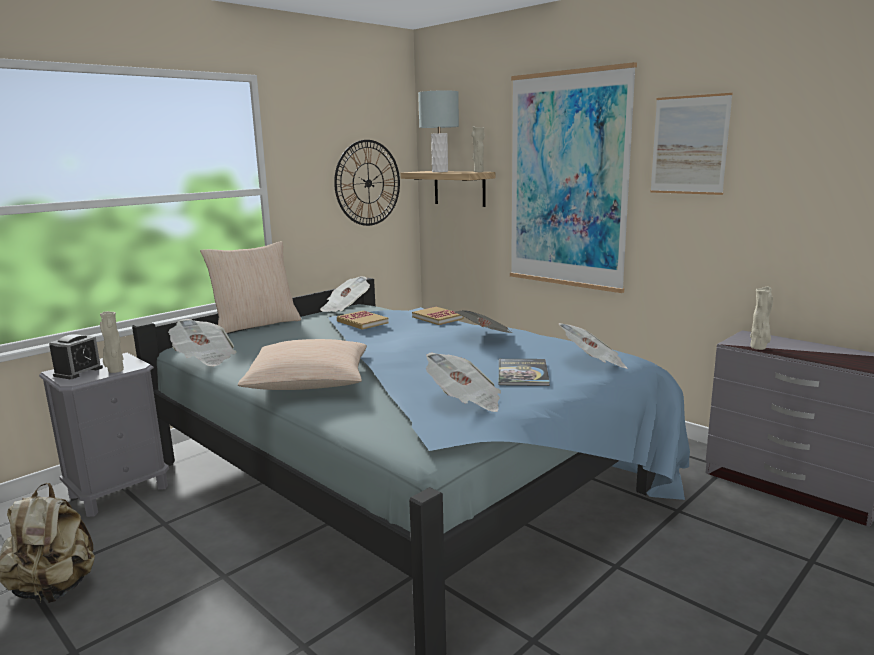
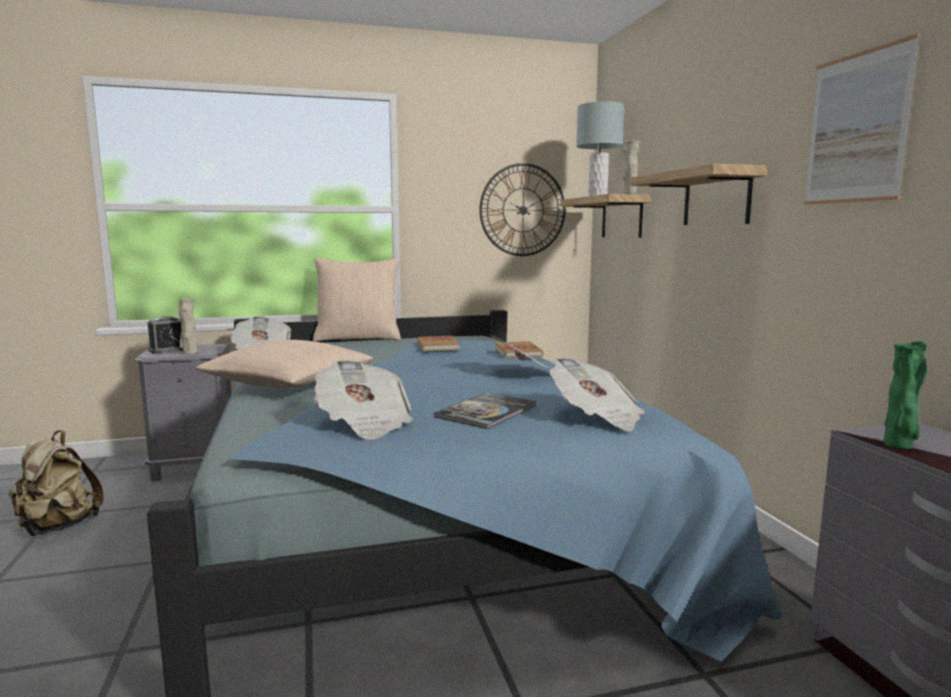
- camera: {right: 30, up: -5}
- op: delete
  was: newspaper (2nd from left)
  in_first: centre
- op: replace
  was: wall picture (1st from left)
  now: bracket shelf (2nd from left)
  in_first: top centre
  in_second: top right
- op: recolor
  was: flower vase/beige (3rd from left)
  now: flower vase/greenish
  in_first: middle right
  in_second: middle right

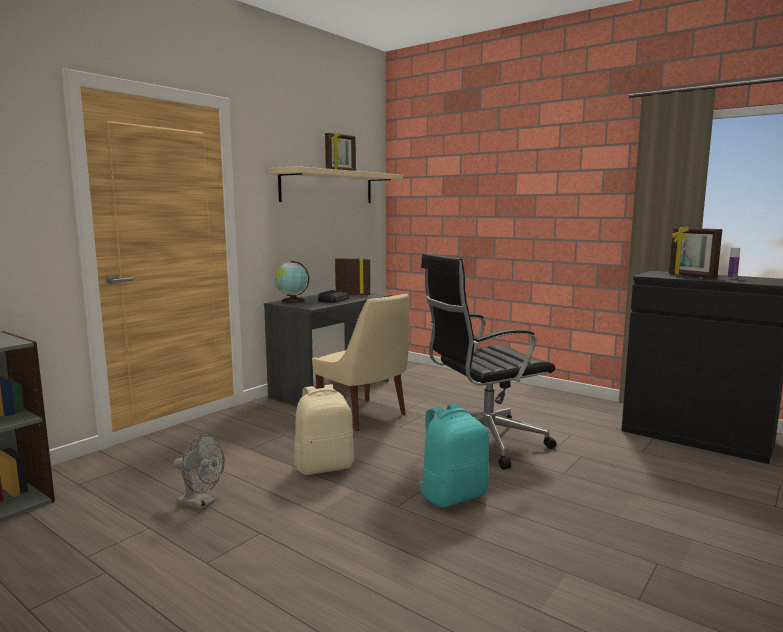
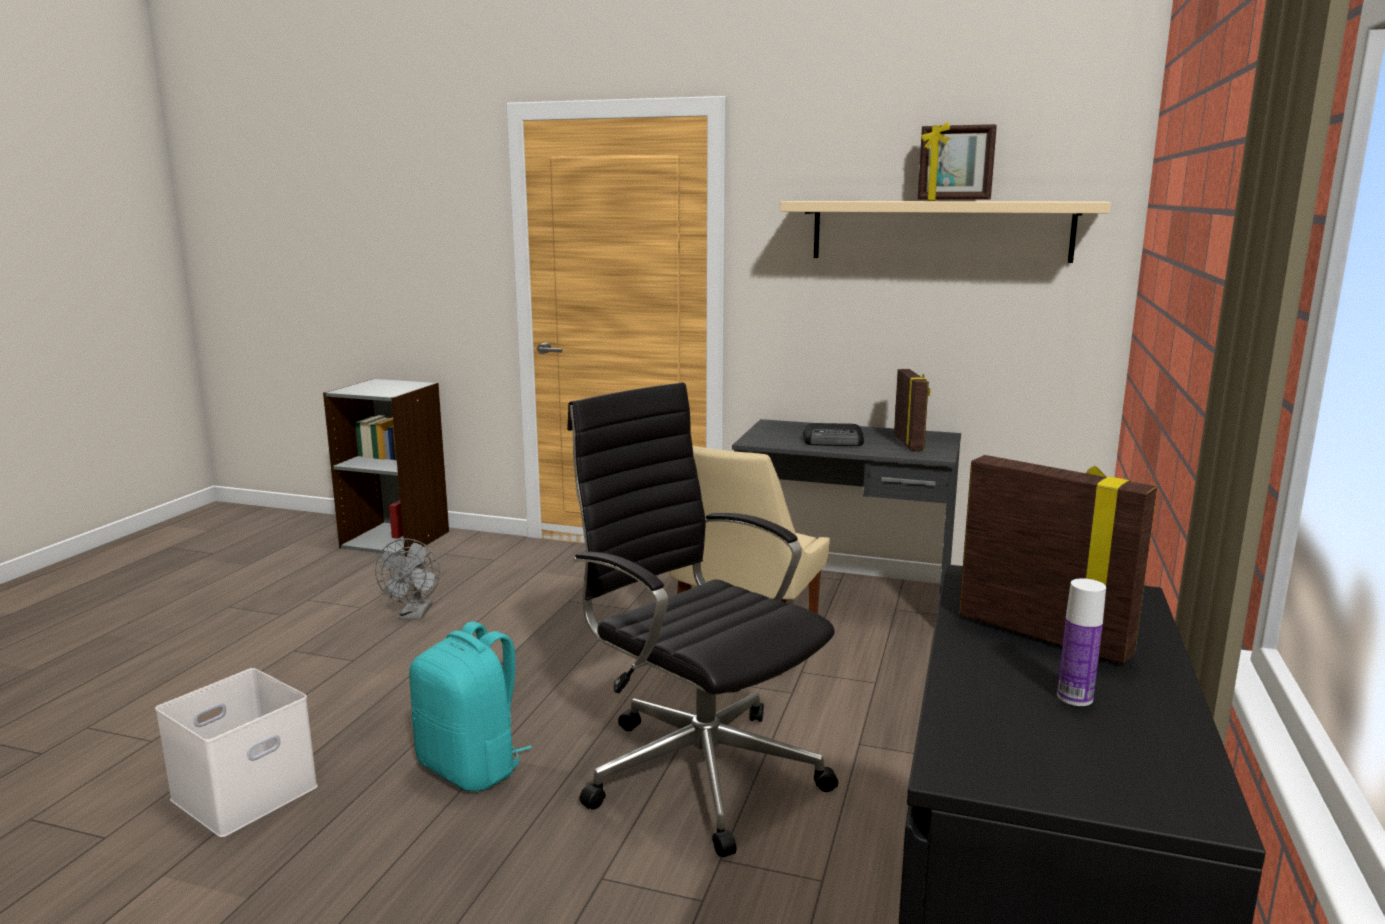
- camera: {right: 70, up: 5}
- op: delete
  was: desk globe
  in_first: centre
- op: delete
  was: knapsack/beige
  in_first: bottom centre
- op: insert
  now: storage container/white
  in_second: bottom left
- op: rotate
  was: picture frame (3rd from left)
  in_first: middle right
  in_second: middle right
  clockwise: 90

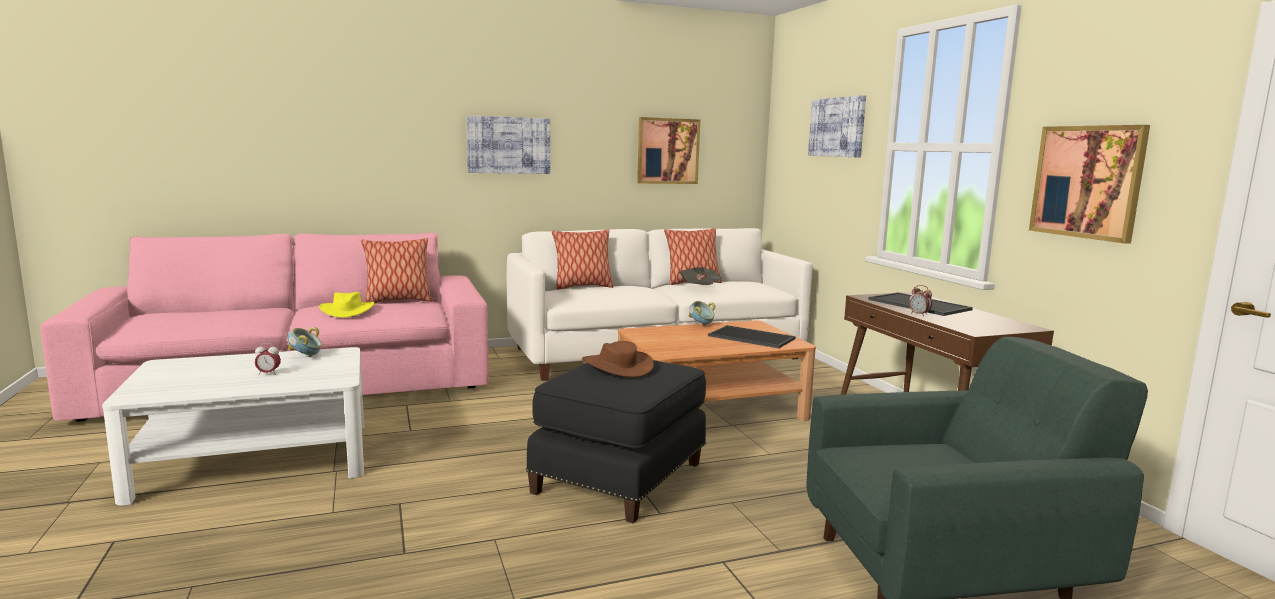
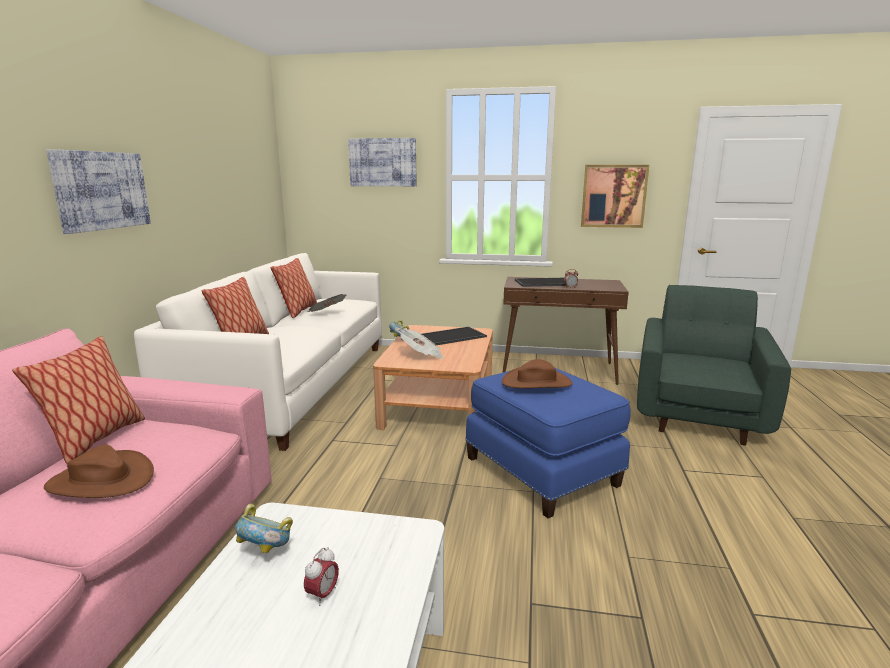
- camera: {right: -60, up: 5}
- op: delete
  was: wall picture (2nd from left)
  in_first: top centre
- op: insert
  now: newspaper (2nd from left)
  in_second: centre
- op: recolor
  was: wearable hat/yellow-coloured
  now: wearable hat/brown-coloured (1st from left)
  in_first: middle left
  in_second: bottom left
- op: recolor
  was: pouffe/blackish
  now: pouffe/blue-coloured
  in_first: bottom centre
  in_second: centre

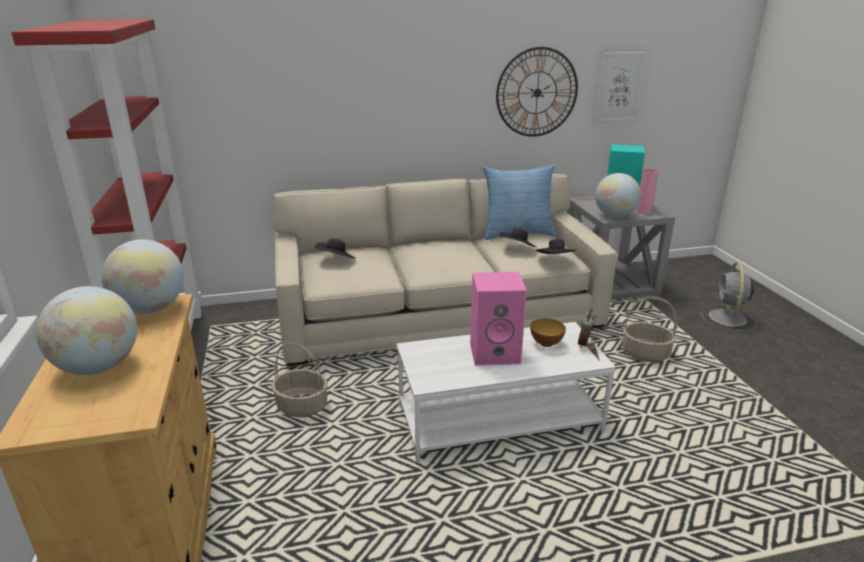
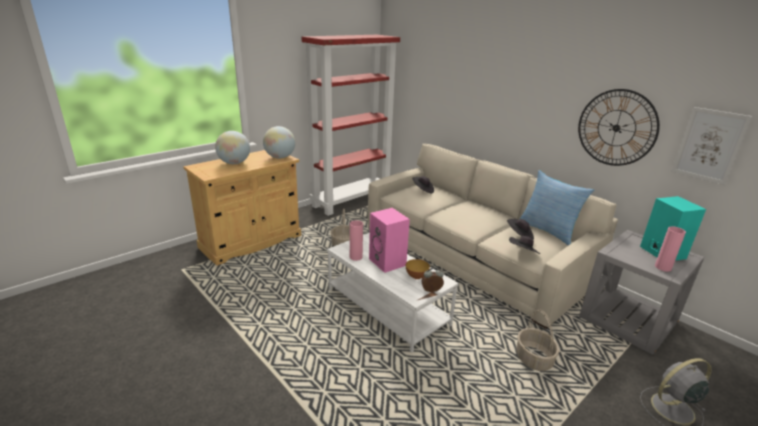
- camera: {right: 60, up: 0}
- op: delete
  was: desk globe (3rd from left)
  in_first: middle right
- op: insert
  now: flower vase/pinkish (1st from left)
  in_second: centre

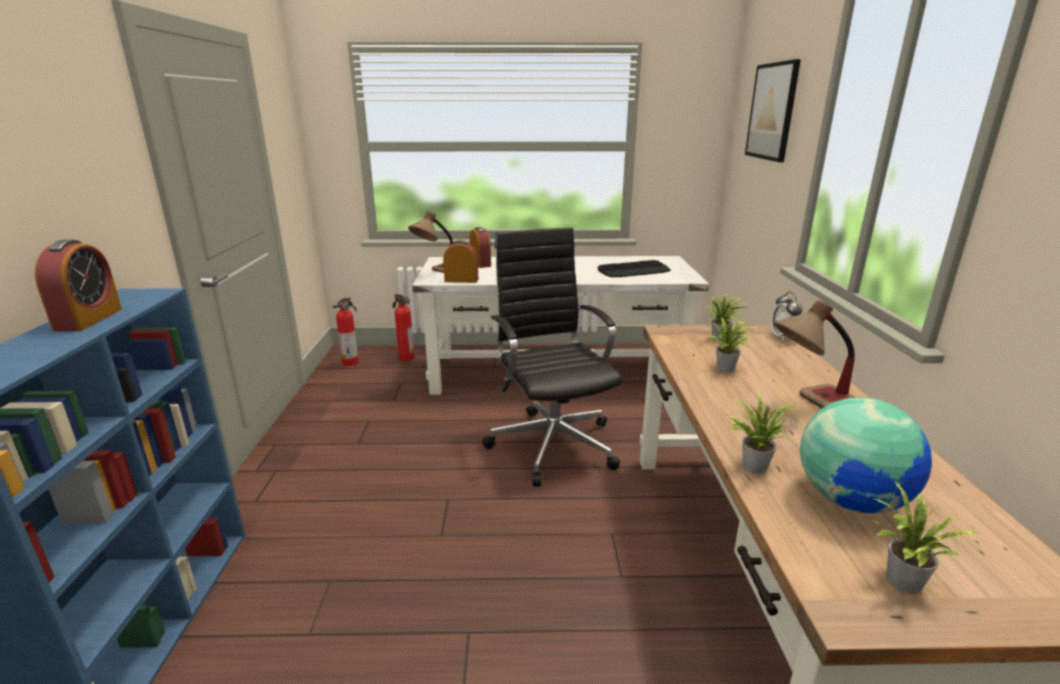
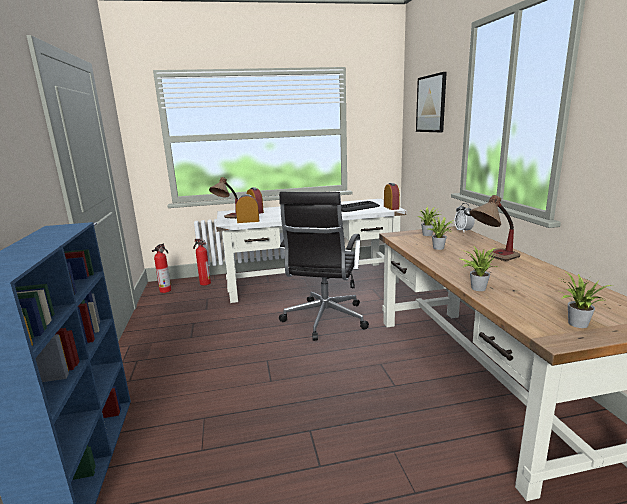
- camera: {right: -10, up: -5}
- op: delete
  was: desk globe
  in_first: middle right
- op: move
  was: table clock (1st from left in the first image)
  now: table clock (3rd from left)
  in_first: middle left
  in_second: centre
- op: rotate
  was: desk chair/blackish
  in_first: centre
  in_second: centre
  clockwise: -135

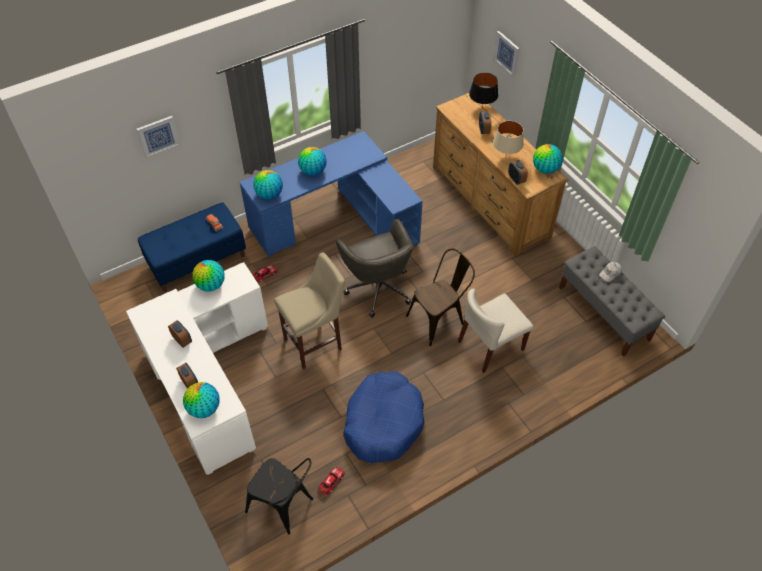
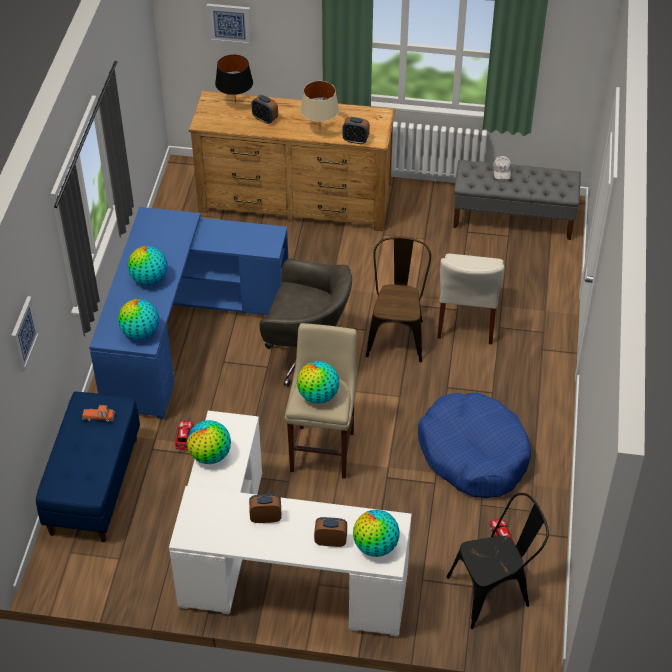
- camera: {right: -50, up: -5}
- op: move
  was: desk globe (5th from left in the first image)
  now: desk globe (4th from left)
  in_first: top right
  in_second: centre

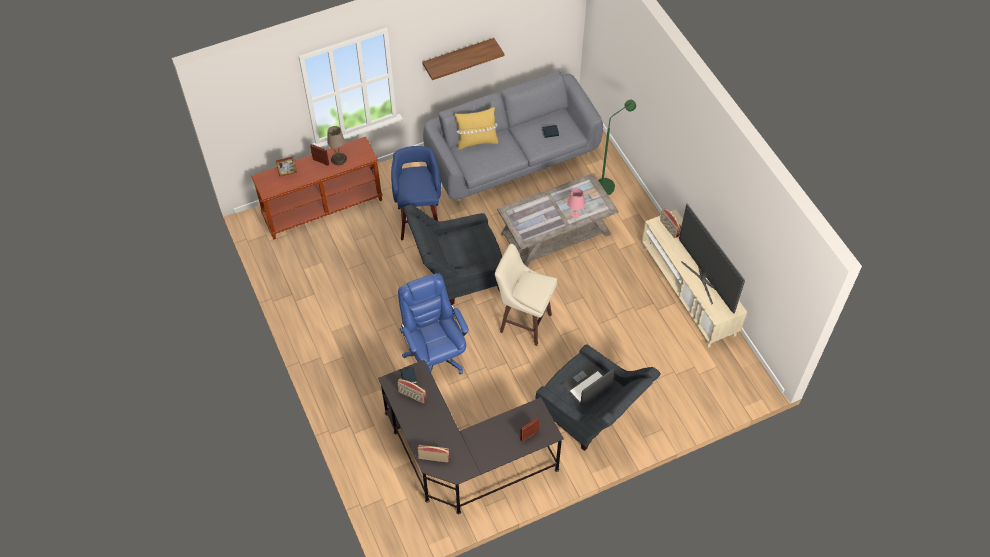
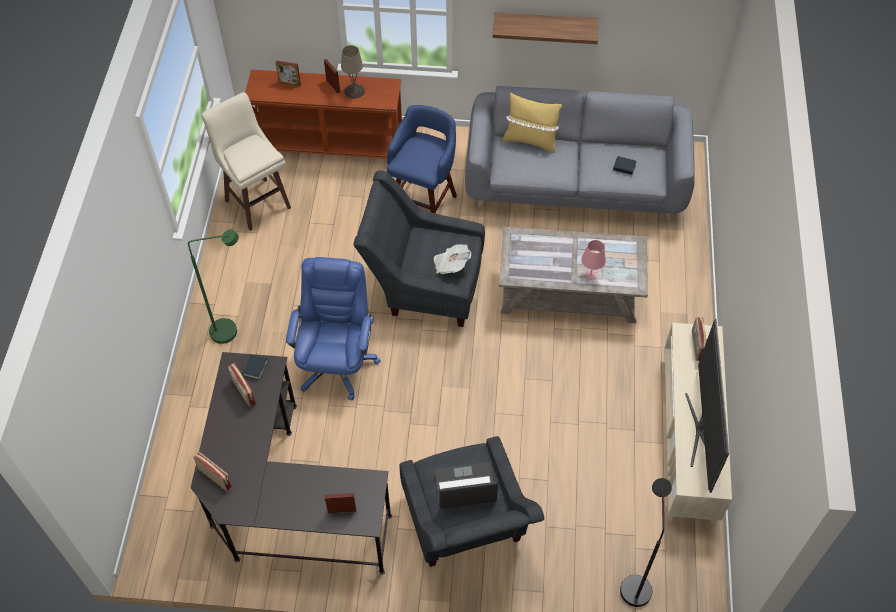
- camera: {right: 30, up: 0}
- op: insert
  now: newspaper
  in_second: centre
- op: insert
  now: standard lamp/blackish
  in_second: bottom right
- op: move
  was: sitting stool/beige
  in_first: centre
  in_second: top left
- op: move
  was: standard lamp/greenish
  in_first: top centre
  in_second: middle left

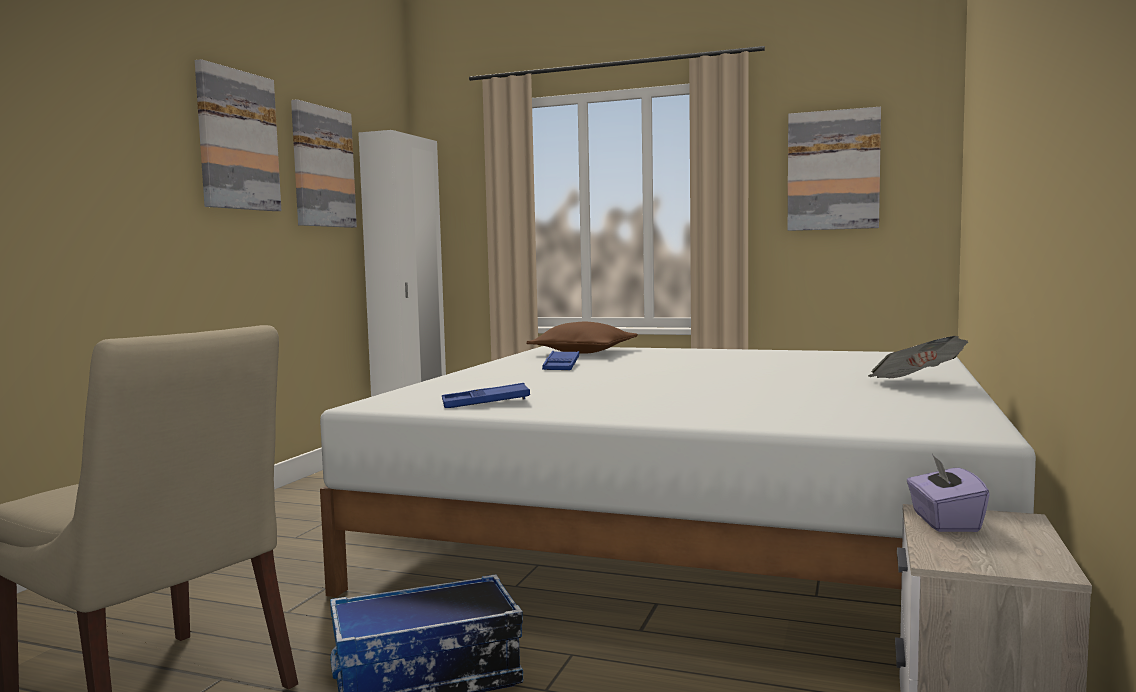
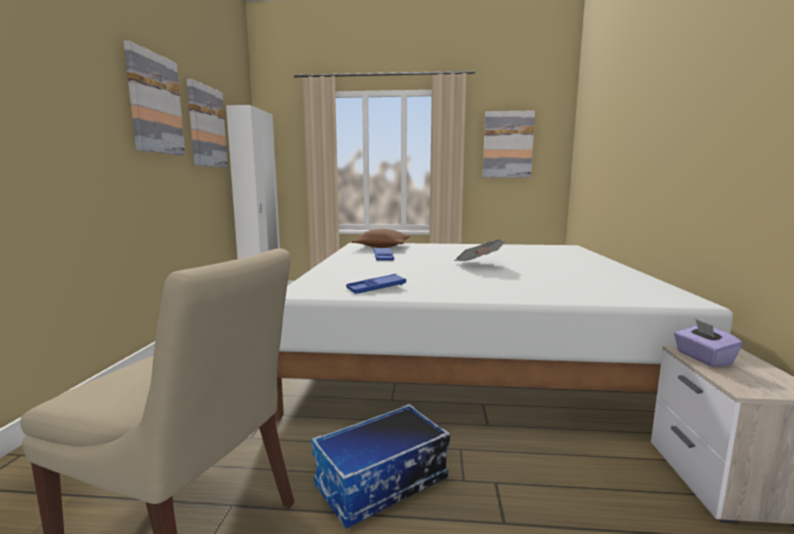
- camera: {right: -15, up: 5}
- op: move
  was: newspaper
  in_first: middle right
  in_second: centre

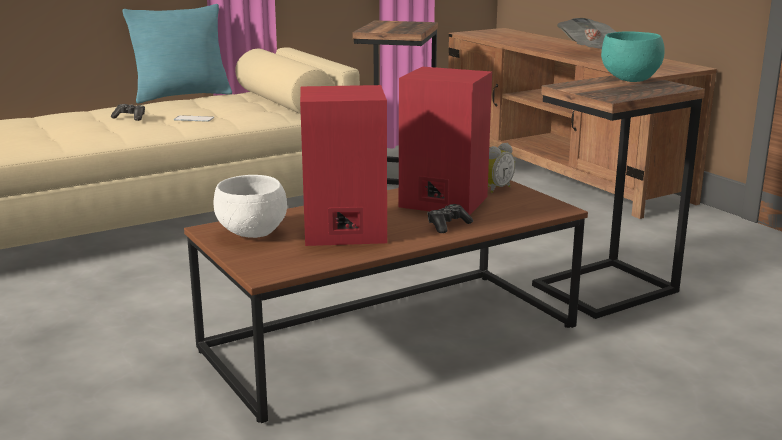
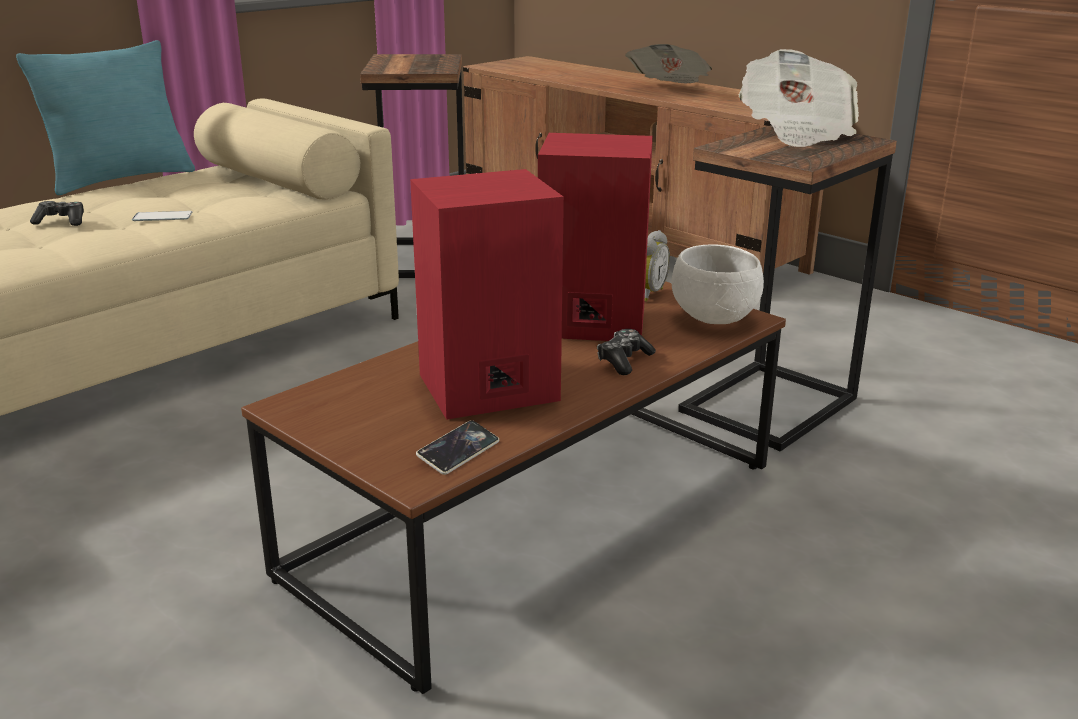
- camera: {right: -15, up: 5}
- op: insert
  now: telephone (2nd from left)
  in_second: centre
- op: move
  was: bowl/white
  in_first: middle left
  in_second: centre
- op: replace
  was: bowl/blue-green
  now: newspaper (2nd from left)
  in_first: top right
  in_second: top right

